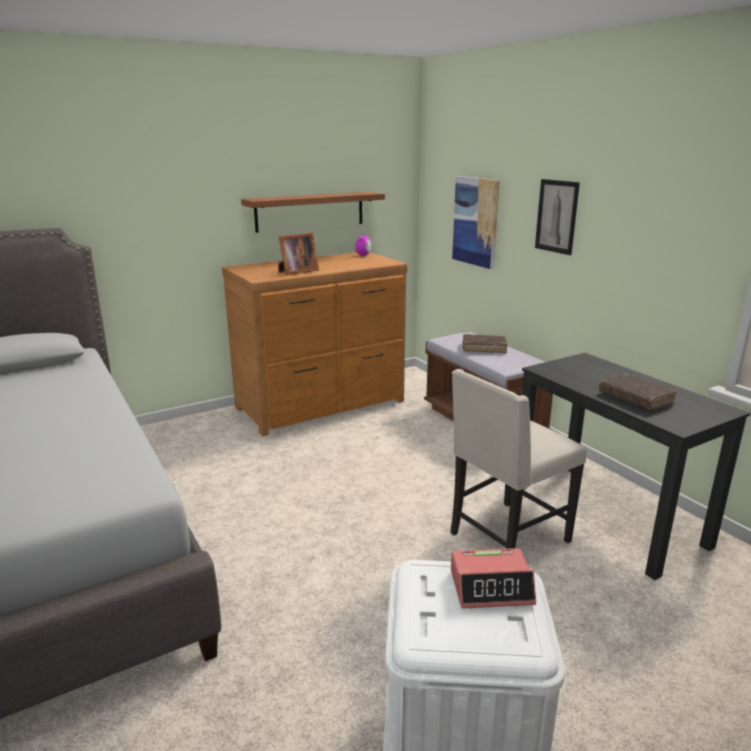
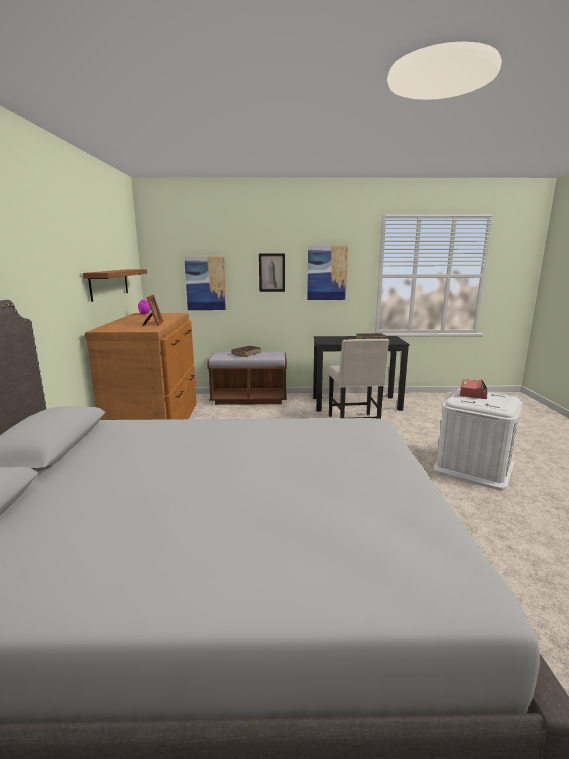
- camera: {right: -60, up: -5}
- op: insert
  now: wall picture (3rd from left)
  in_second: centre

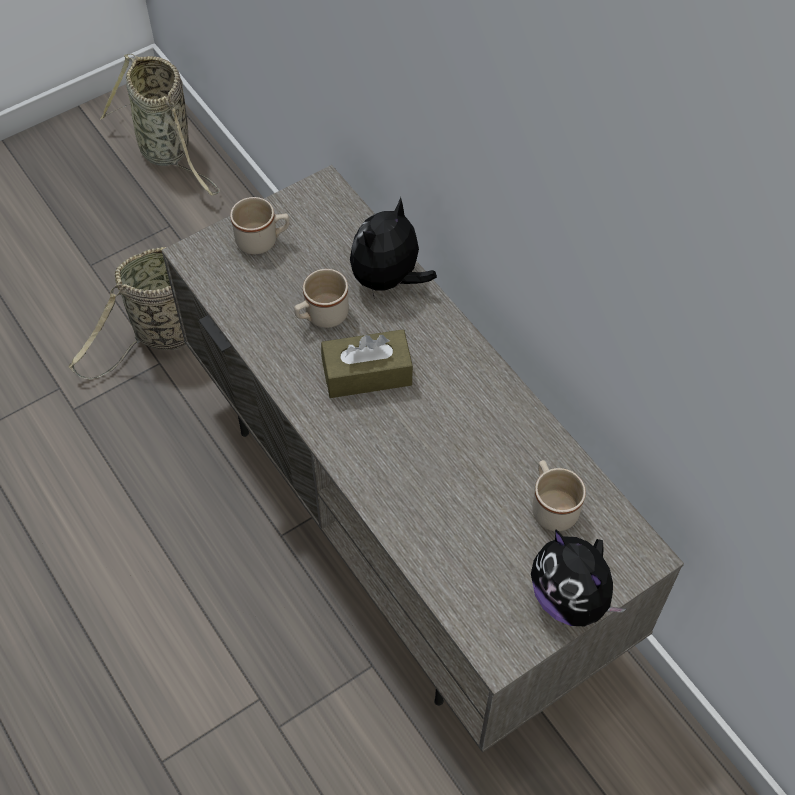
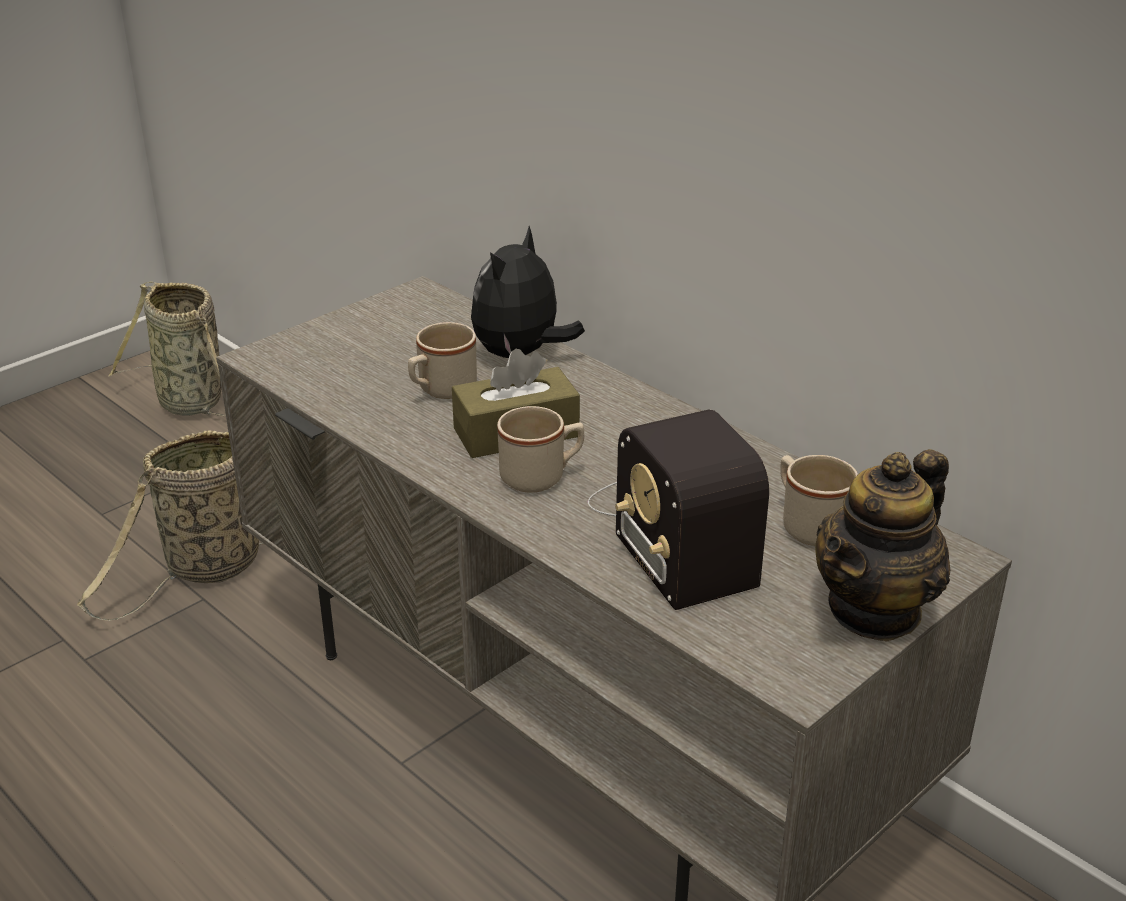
- camera: {right: -10, up: -25}
- op: insert
  now: radio receiver
  in_second: centre
- op: move
  was: coffee mug/beige (1st from left in the first image)
  now: coffee mug/beige (2nd from left)
  in_first: top left
  in_second: centre
- op: replace
  was: cuddly toy (2nd from left)
  now: pot for tea
  in_first: bottom right
  in_second: middle right

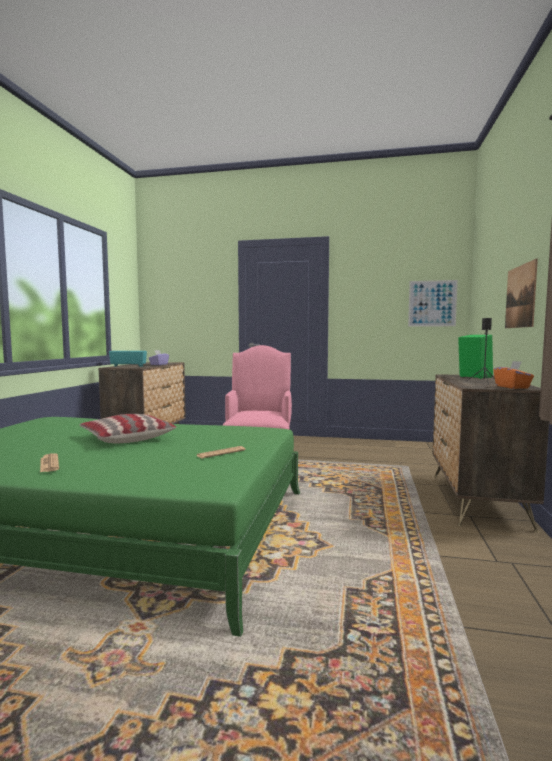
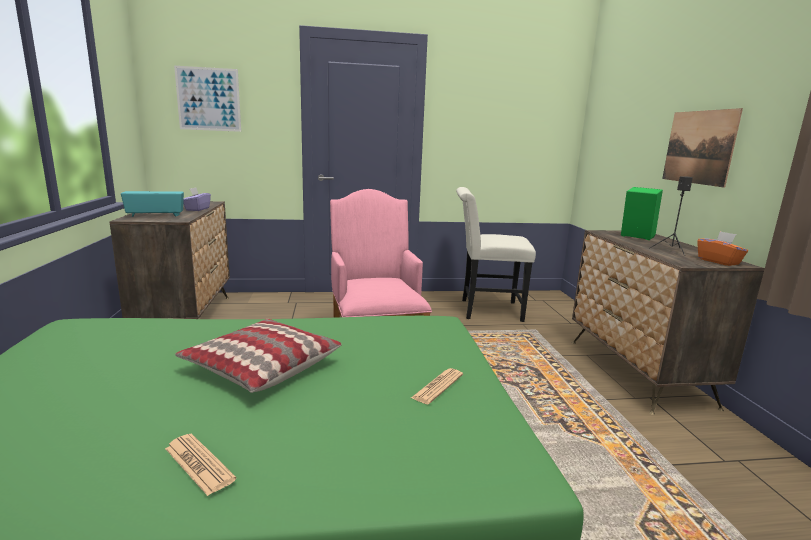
- camera: {right: -20, up: 10}
- op: insert
  now: upright chair/white
  in_second: centre
- op: move
  was: wall picture (1st from left)
  in_first: middle right
  in_second: top left

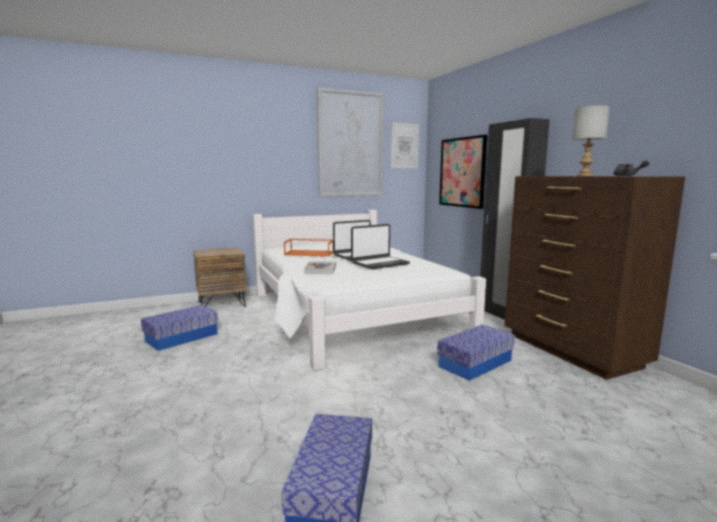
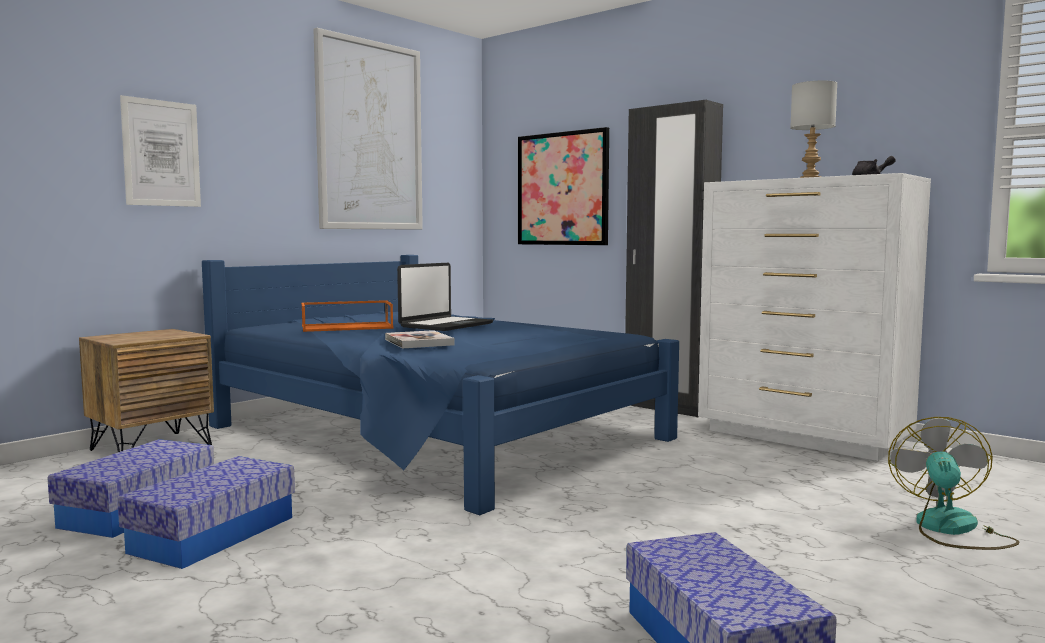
- camera: {right: -25, up: -5}
- op: delete
  was: notebook computer (2nd from left)
  in_first: centre
- op: insert
  now: cooling fan
  in_second: bottom right
- op: move
  was: wall picture (2nd from left in the first image)
  now: wall picture (1st from left)
  in_first: top centre
  in_second: top left
- op: move
  was: storage container (3rd from left in the first image)
  now: storage container (2nd from left)
  in_first: bottom centre
  in_second: bottom left
- op: recolor
  was: bedroom bed/white
  now: bedroom bed/blue-coloured
  in_first: centre
  in_second: centre
- op: recolor
  was: dresser/brown-coloured
  now: dresser/white
  in_first: middle right
  in_second: middle right

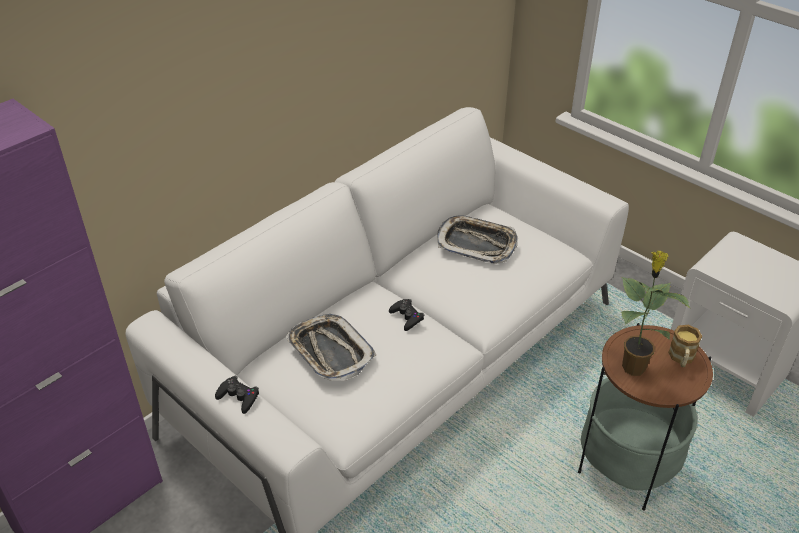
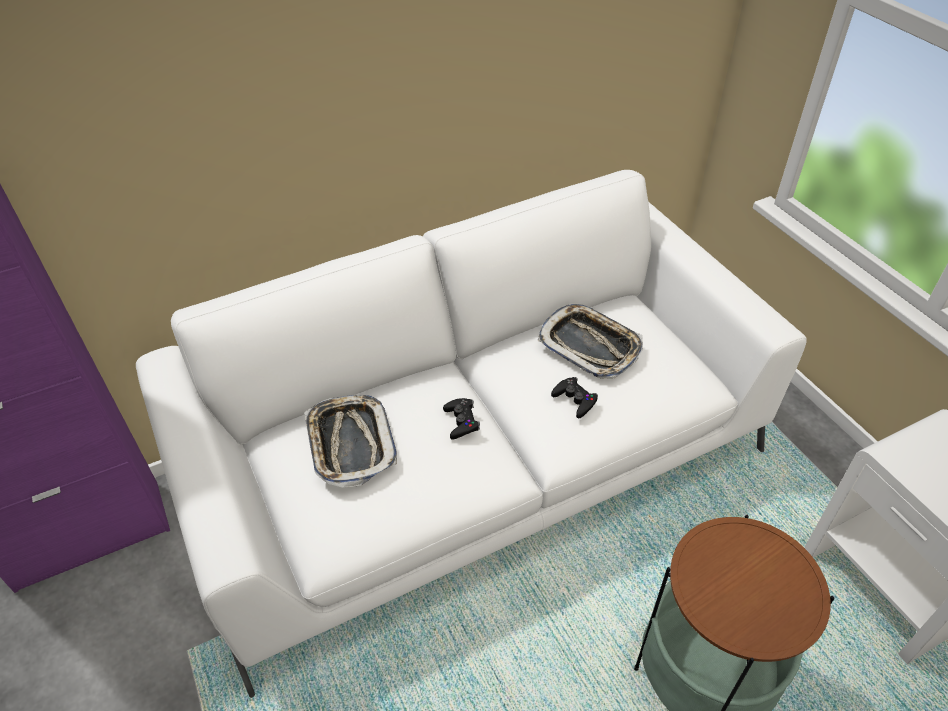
- camera: {right: 20, up: 5}
- op: delete
  was: houseplant
  in_first: middle right
- op: delete
  was: coffee mug
  in_first: middle right
- op: move
  was: gamepad/blackish (1st from left in the first image)
  now: gamepad/blackish (2nd from left)
  in_first: bottom left
  in_second: centre

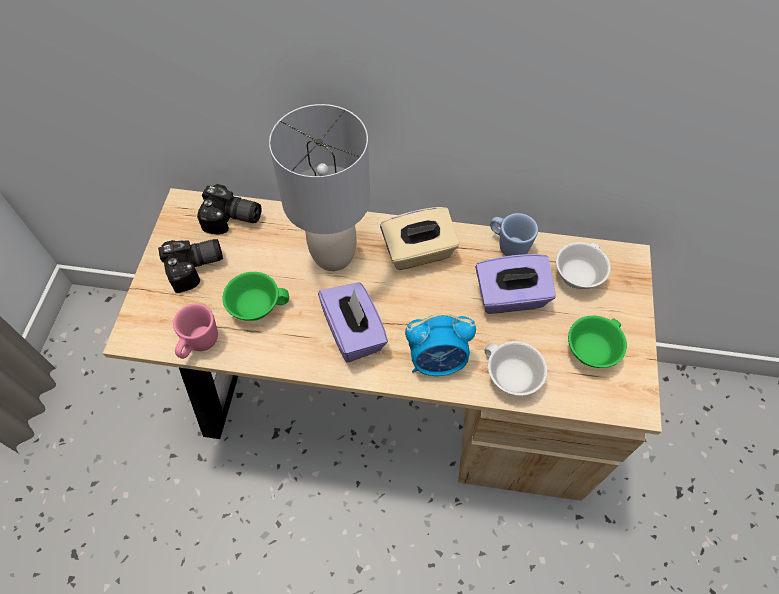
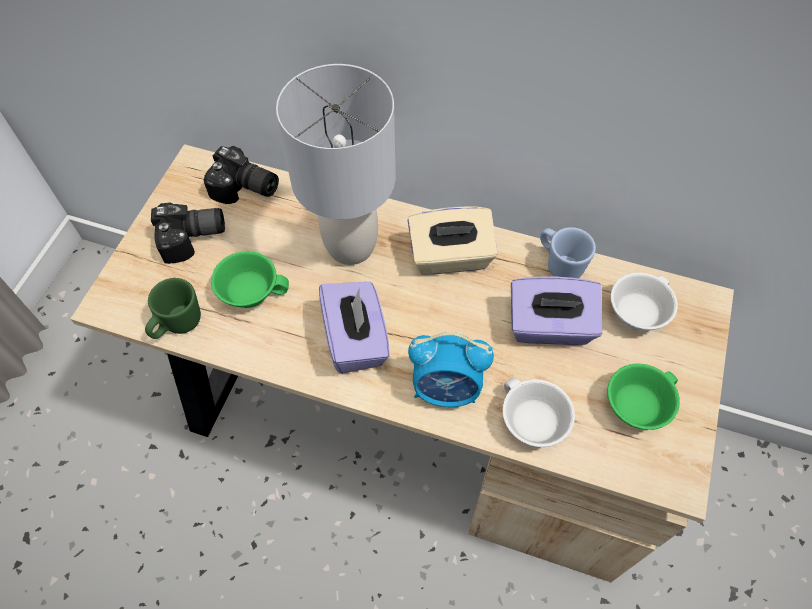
- camera: {right: 10, up: 0}
- op: recolor
  was: coffee mug/pinkish
  now: coffee mug/greenish
  in_first: middle left
  in_second: middle left

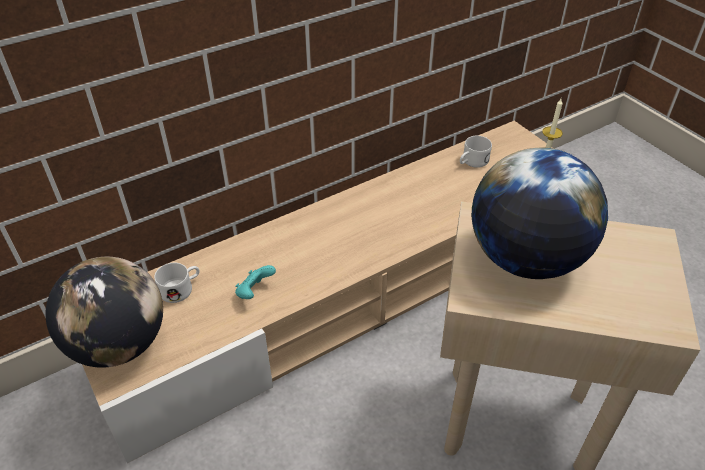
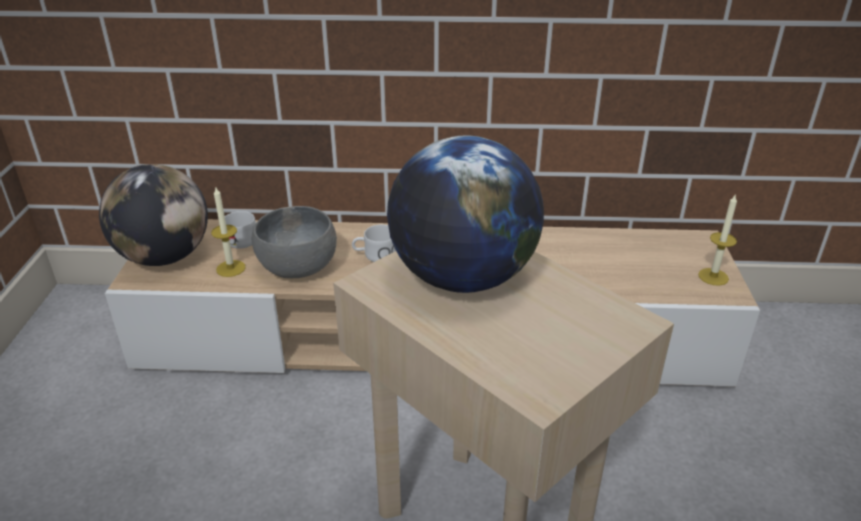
- camera: {right: 35, up: -10}
- op: insert
  now: candle (1st from left)
  in_second: middle left
- op: move
  was: coffee mug/white (2nd from left)
  in_first: top right
  in_second: centre
- op: replace
  was: gamepad/blue-green
  now: bowl/greyish
  in_first: centre
  in_second: centre

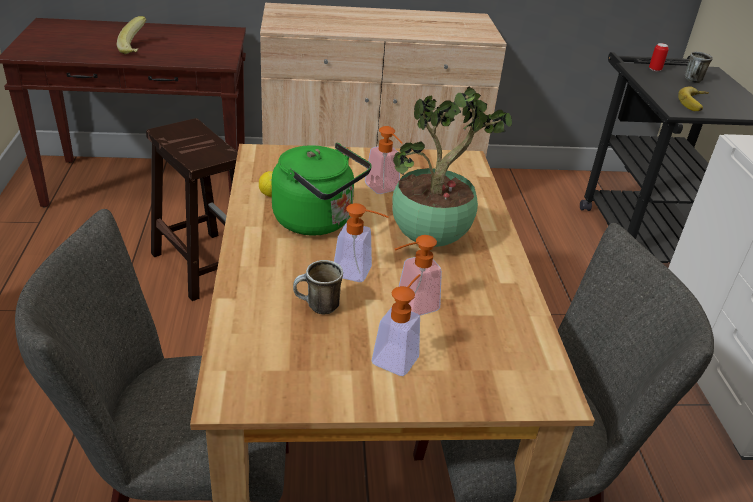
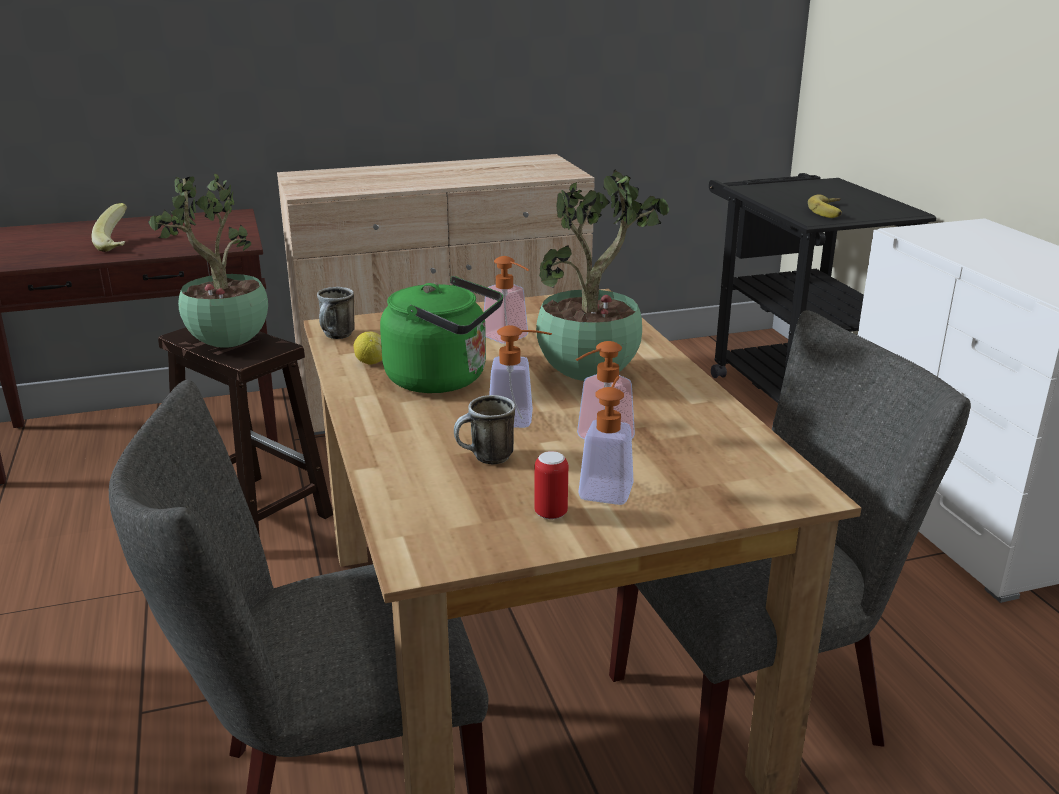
- camera: {right: -10, up: -10}
- op: insert
  now: houseplant (1st from left)
  in_second: top left
- op: move
  was: can
  in_first: top right
  in_second: centre
- op: move
  was: coffee mug (2nd from left in the first image)
  now: coffee mug (1st from left)
  in_first: top right
  in_second: middle left

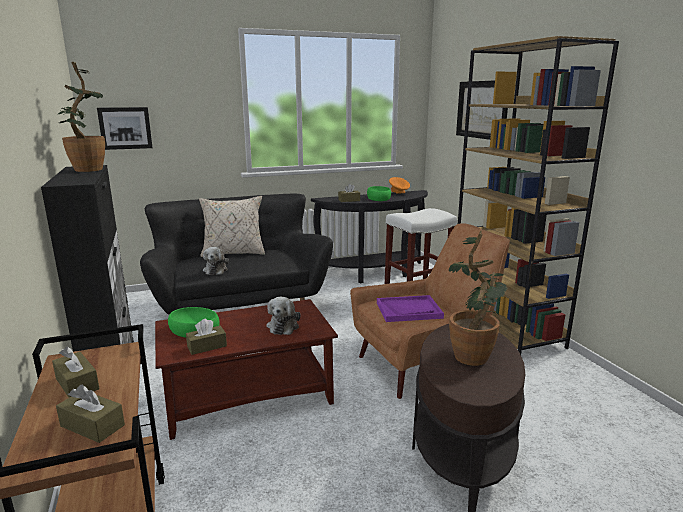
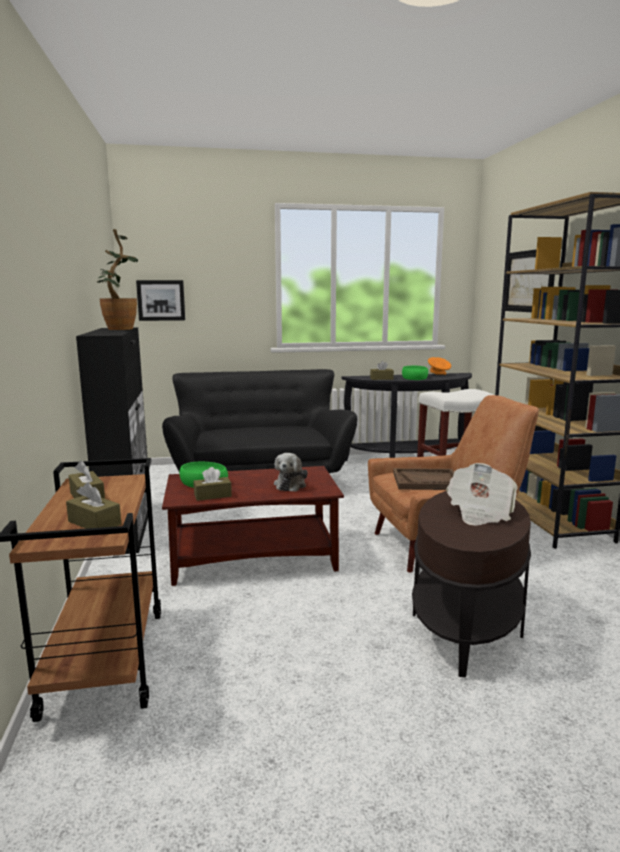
- camera: {right: 10, up: -5}
- op: delete
  was: pillow/beige
  in_first: centre
- op: delete
  was: cuddly toy (1st from left)
  in_first: middle left
- op: replace
  was: houseplant (2nd from left)
  now: newspaper
  in_first: middle right
  in_second: middle right
- op: recolor
  was: tray/purple
  now: tray/brown-coloured
  in_first: centre
  in_second: middle right

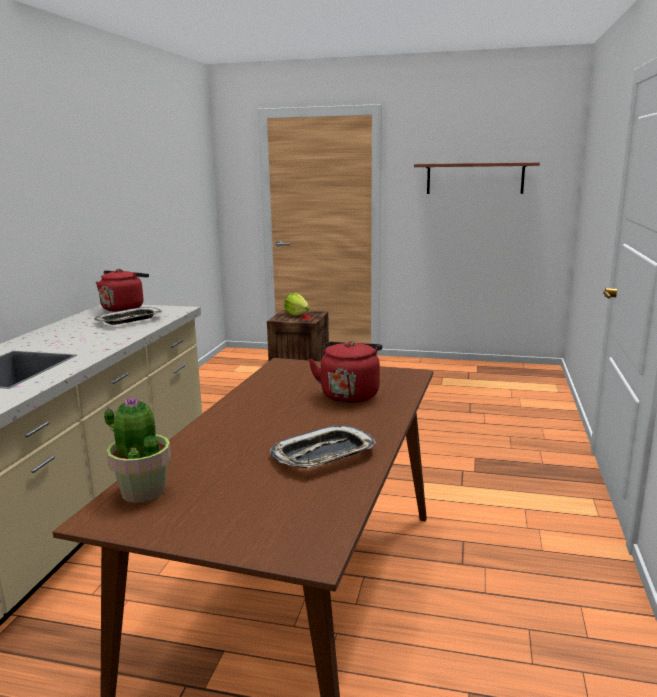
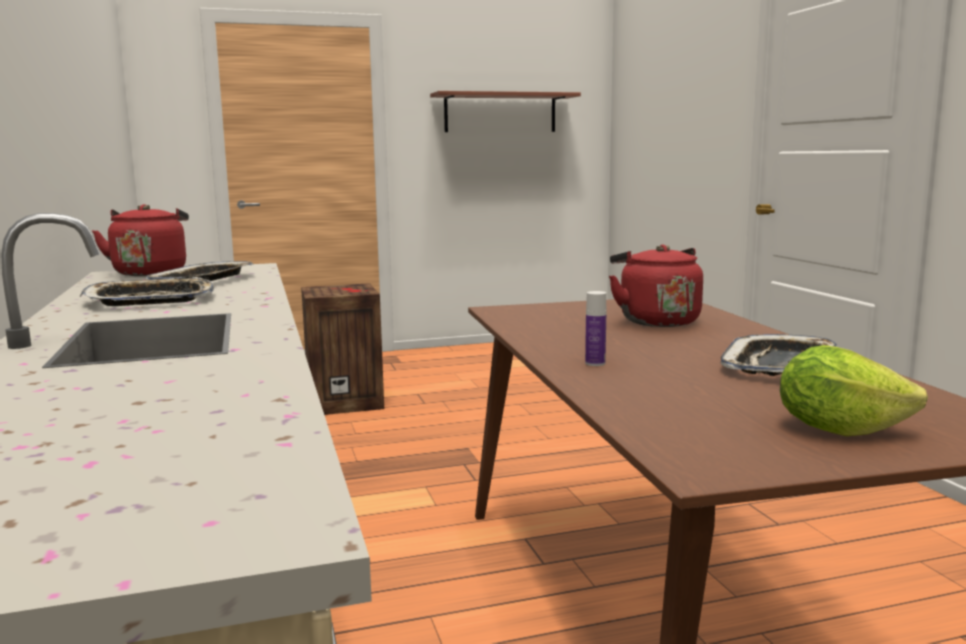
- camera: {right: -30, up: -5}
- op: delete
  was: houseplant
  in_first: middle left
- op: insert
  now: tray (1st from left)
  in_second: middle left
- op: insert
  now: beverage bottle
  in_second: centre
- op: move
  was: lettuce
  in_first: centre
  in_second: middle right

